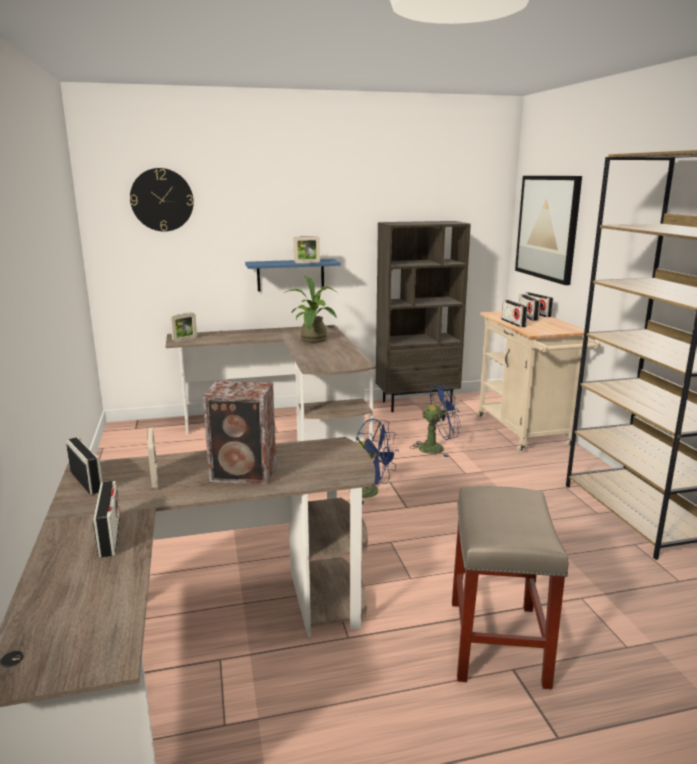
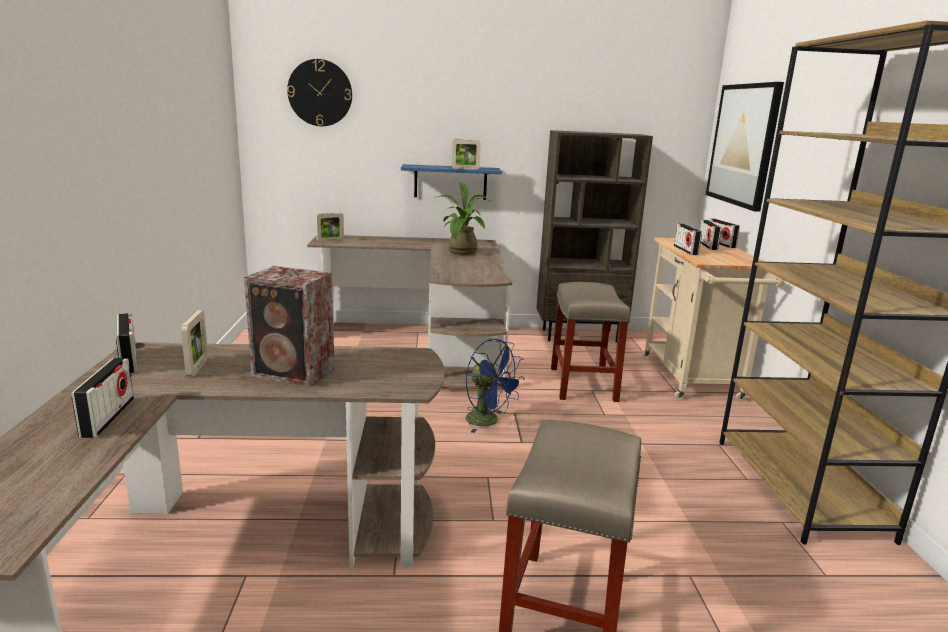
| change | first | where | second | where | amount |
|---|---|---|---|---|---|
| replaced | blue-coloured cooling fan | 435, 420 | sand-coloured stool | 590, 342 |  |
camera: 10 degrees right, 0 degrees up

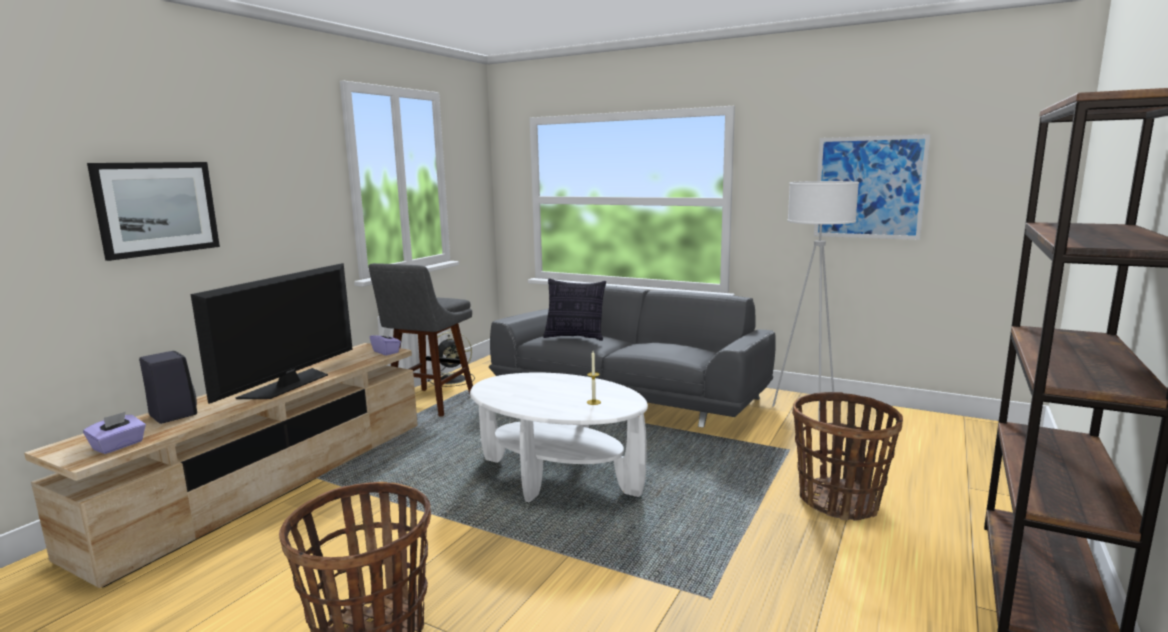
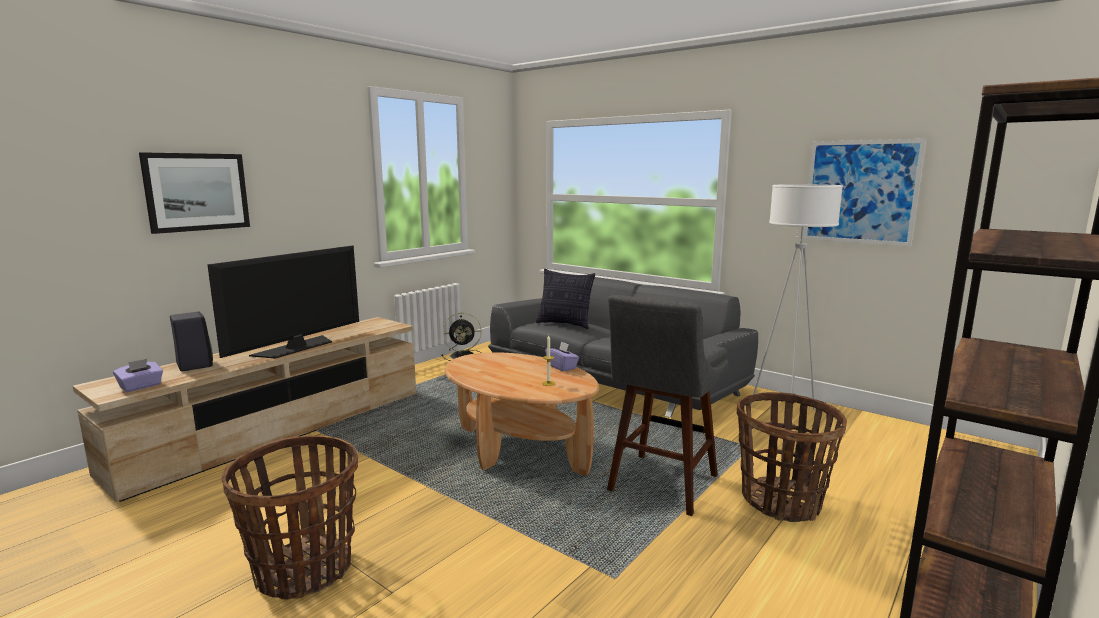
| change | first | where | second | where | amount |
|---|---|---|---|---|---|
| recoloured | white-coloured low table | 559, 438 | brown low table | 522, 414 |  |
| moved | purplish box of tissues | 385, 342 |  | 562, 356 |  |
| moved | gray stool | 420, 340 |  | 667, 405 |  |
camera: 10 degrees right, 0 degrees up

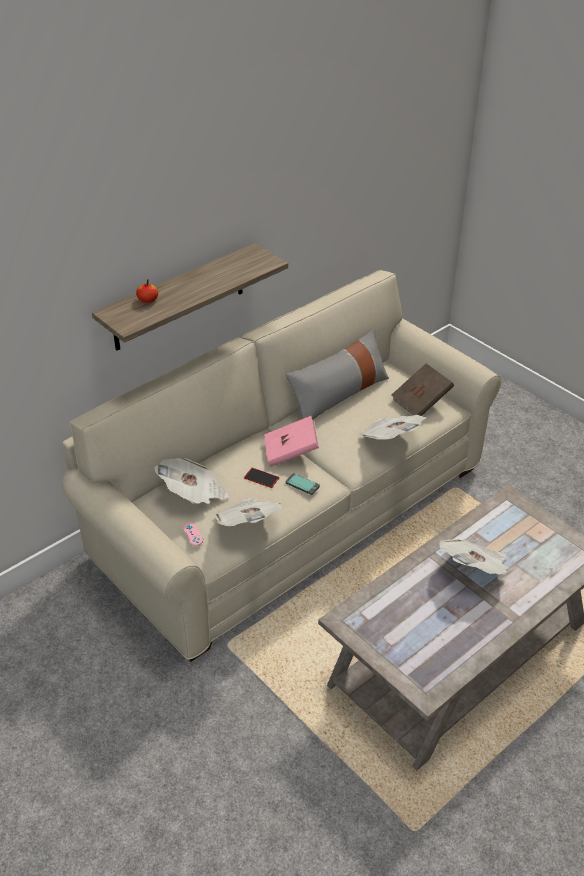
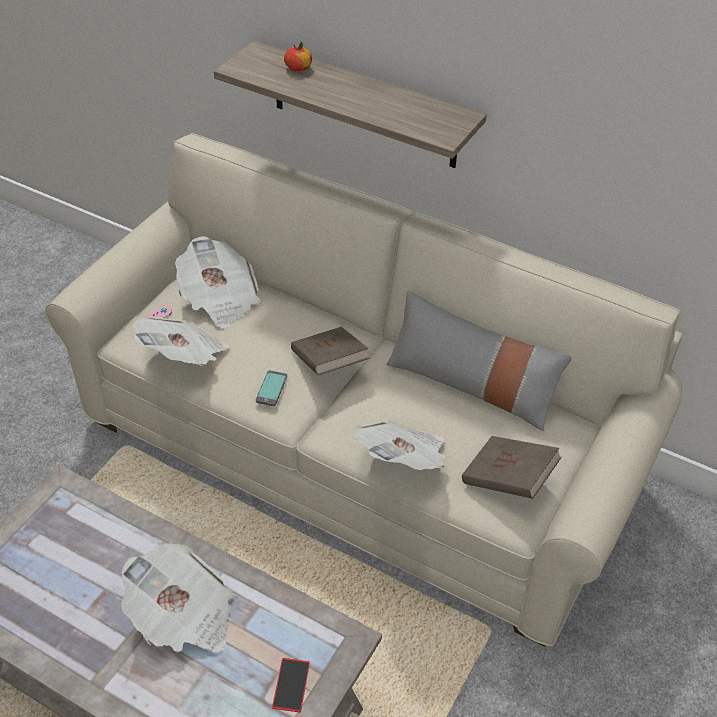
| change | first | where | second | where | amount |
|---|---|---|---|---|---|
| moved | telephone | 261, 478 |  | 291, 685 |  |
| recoloured | pink book | 291, 441 | brown book | 330, 351 |  |
camera: 70 degrees right, 5 degrees up

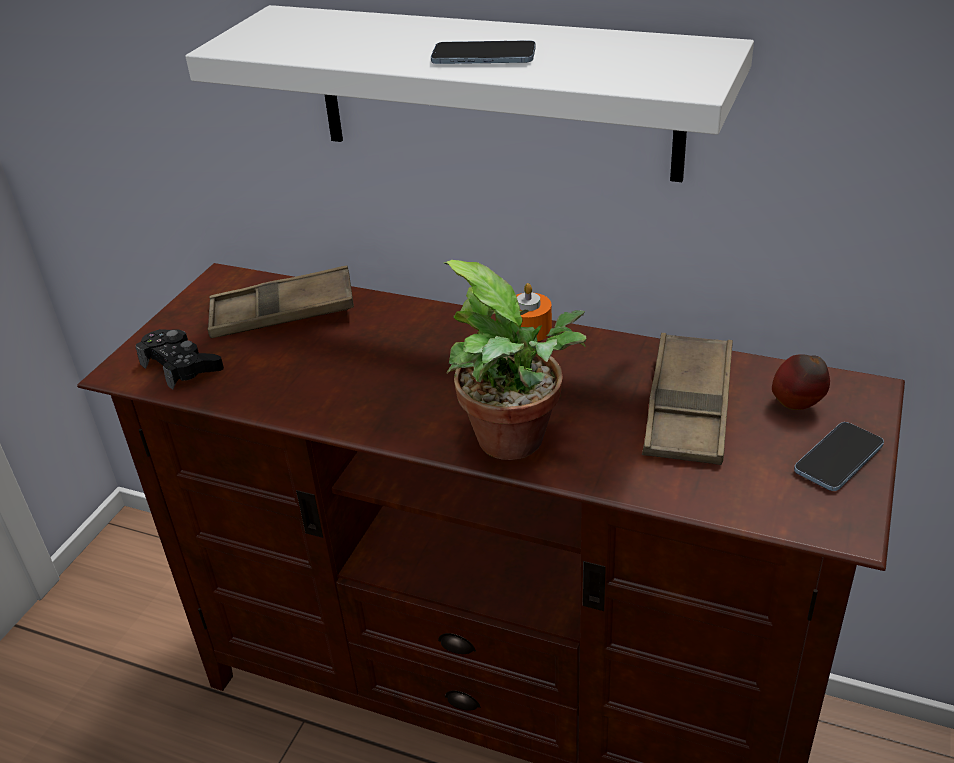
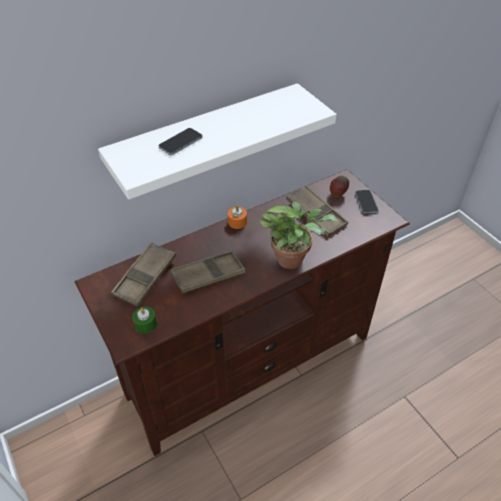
| change | first | where | second | where | amount |
|---|---|---|---|---|---|
| replaced | black-coloured game controller | 179, 359 | green-coloured candle | 144, 320 |  |
| moved | telephone | 483, 52 |  | 180, 141 |  |
| added |  |  | brown tray | 208, 272 |  |
camera: 55 degrees left, 10 degrees up

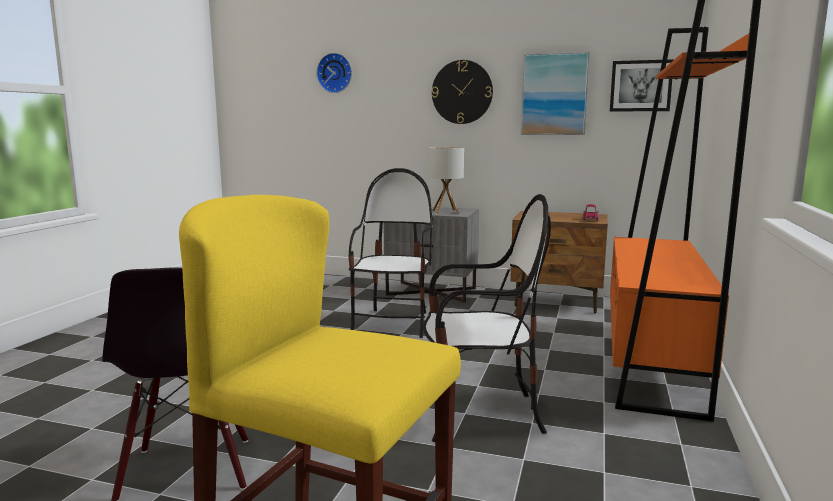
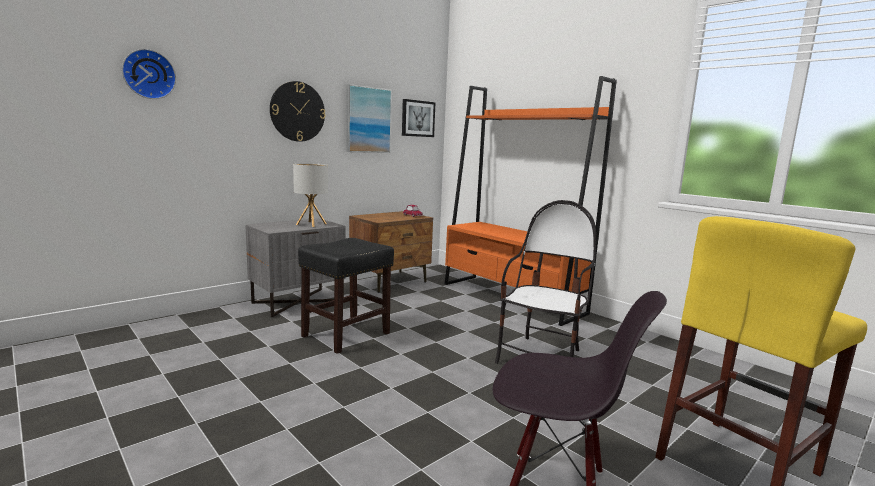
| change | first | where | second | where | amount |
|---|---|---|---|---|---|
| replaced | chair | 390, 253 | black-coloured stool | 346, 296 |  |
camera: 60 degrees left, 0 degrees up

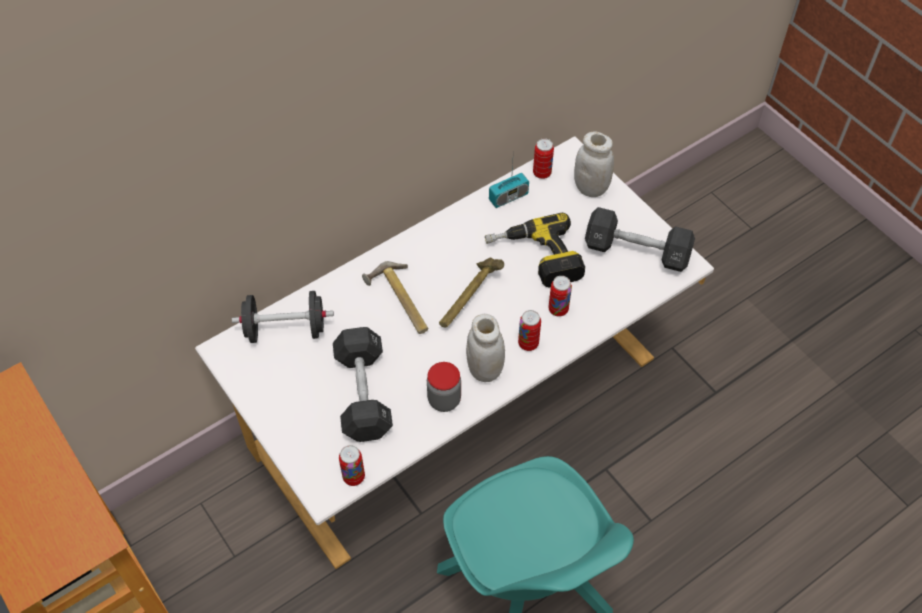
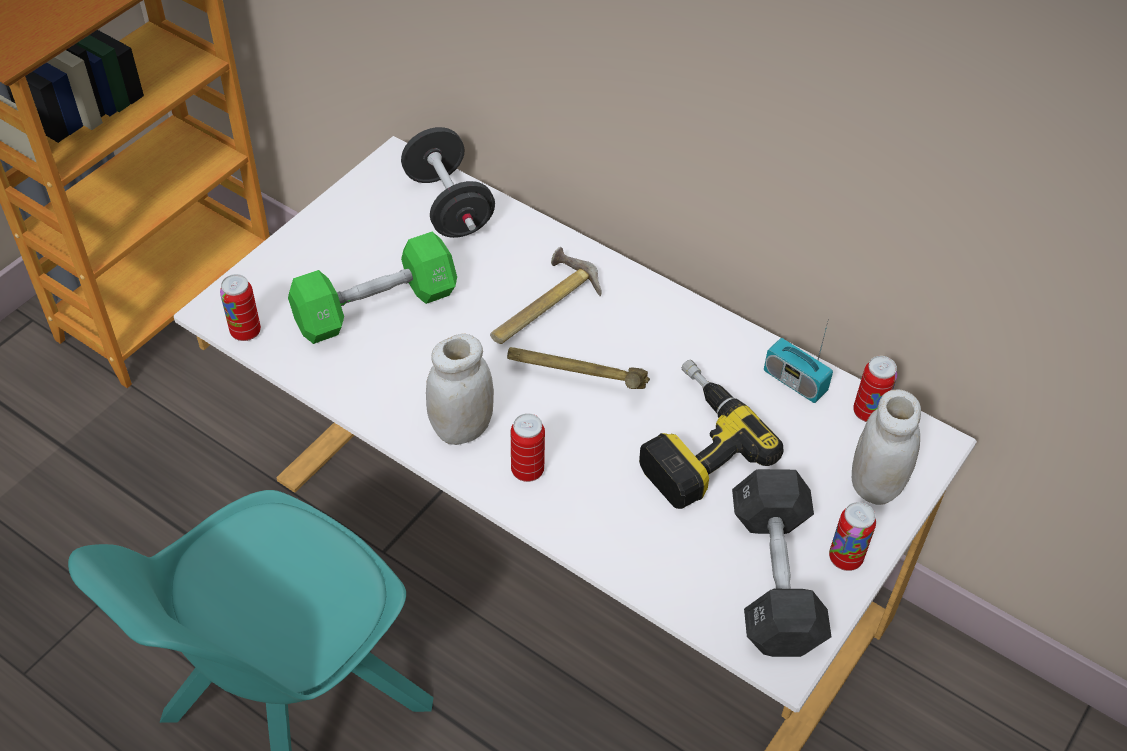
| change | first | where | second | where | amount |
|---|---|---|---|---|---|
| recoloured | black-coloured free weight | 363, 384 | green-coloured free weight | 372, 288 |  |
| moved | metal can | 560, 296 |  | 852, 536 |  |
| removed | preserve jar | 444, 387 |  |  |  |
camera: 70 degrees right, 5 degrees down

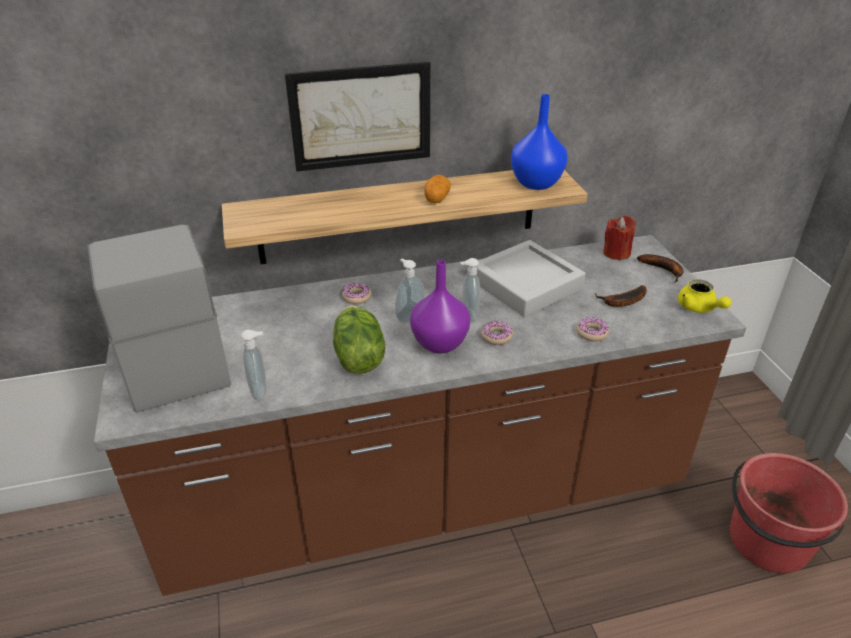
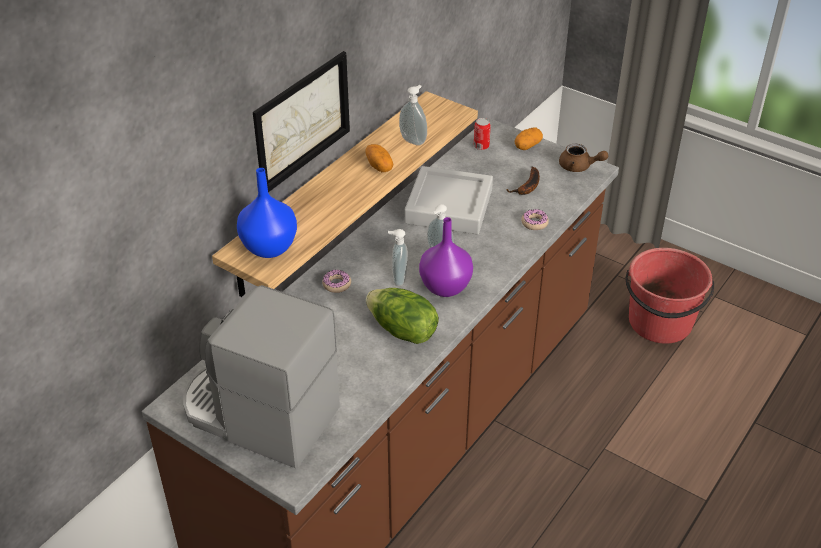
| change | first | where | second | where | amount |
|---|---|---|---|---|---|
| moved | blue-coloured decorative vase | 539, 142 |  | 267, 213 |  |
| moved | liquid soap bottle | 253, 365 |  | 413, 115 |  |
| replaced | reddish candle | 619, 238 | metal can | 482, 134 |  |
| replaced | banana | 660, 268 | spud | 529, 138 |  |
| recoloured | yellow tea pot | 705, 296 | brown tea pot | 583, 158 |  |
| removed | ring doughnut | 497, 333 |  |  |  |
camera: 40 degrees left, 5 degrees up

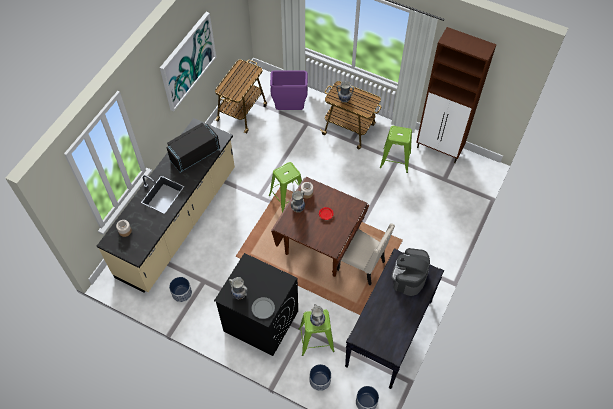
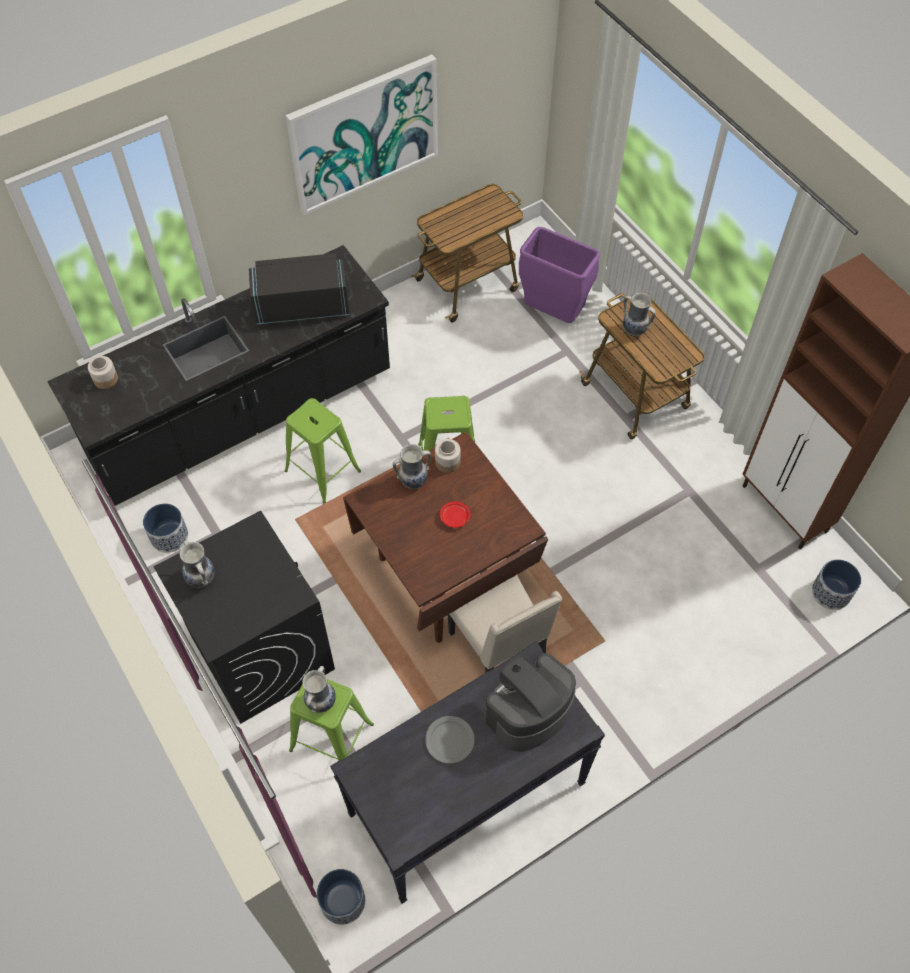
| change | first | where | second | where | amount |
|---|---|---|---|---|---|
| recoloured | sand-coloured kitchen base unit | 166, 205 | black-coloured kitchen base unit | 218, 375 |  |
| moved | green-coloured stool | 396, 149 |  | 322, 450 |  |
| moved | gray dinner plate | 263, 308 |  | 449, 740 |  |
| moved | planter | 320, 377 |  | 836, 584 |  |
camera: 30 degrees right, 0 degrees up

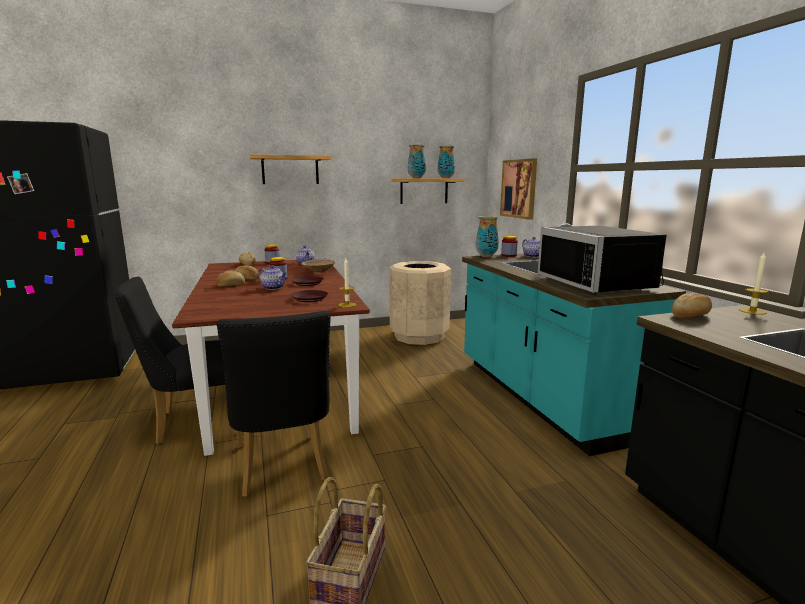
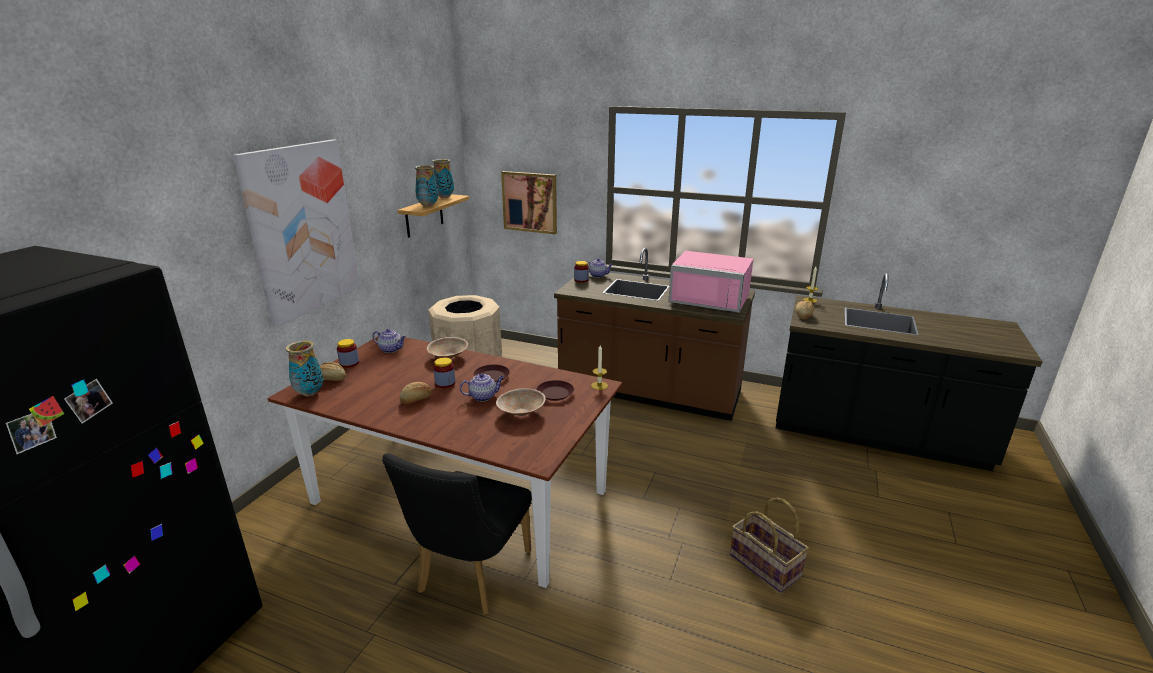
| change | first | where | second | where | amount |
|---|---|---|---|---|---|
| replaced | wall shelf | 291, 169 | picture | 296, 233 |  |
| moved | decorative vase | 487, 236 |  | 304, 368 |  |
| added |  |  | sand-coloured bowl | 521, 402 |  |
| recoloured | turquoise-coloured kitchen base unit | 574, 340 | brown kitchen base unit | 654, 334 |  |
| recoloured | black-coloured microwave | 602, 259 | pink microwave | 710, 282 |  |
| removed | bakery bread | 230, 278 |  |  |  |
| removed | black-coloured chair | 274, 404 |  |  |  |
camera: 50 degrees left, 10 degrees up

